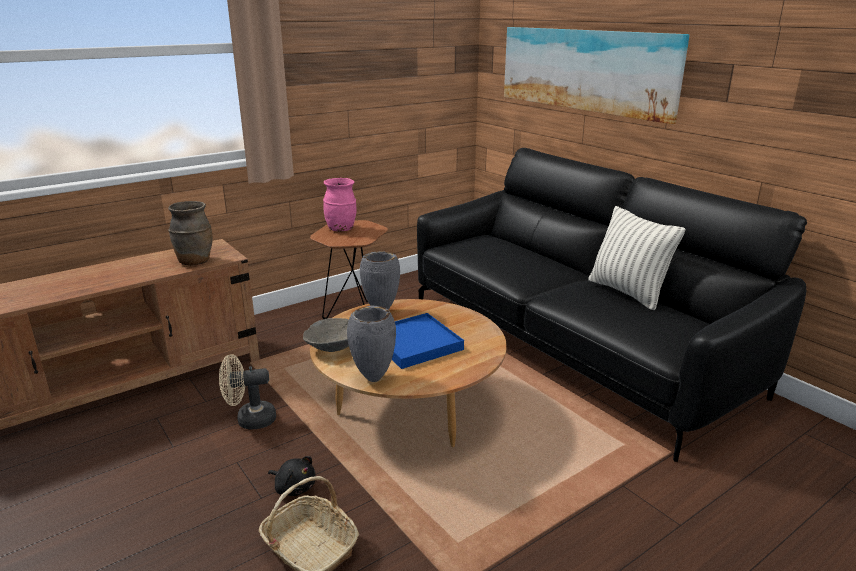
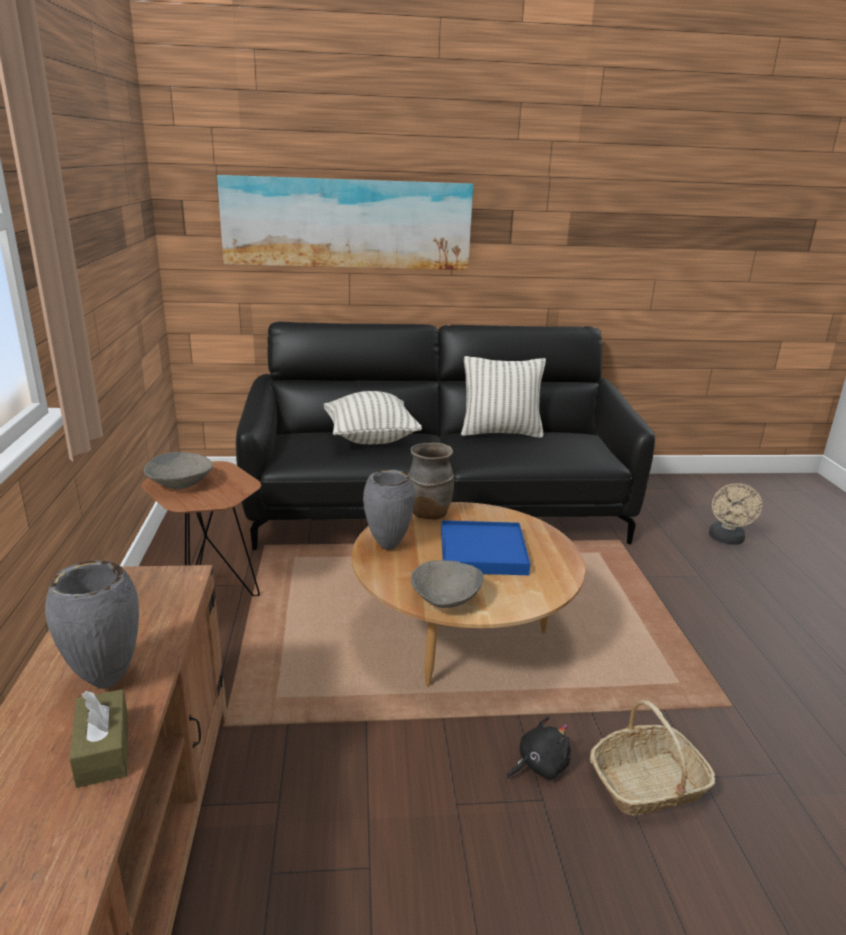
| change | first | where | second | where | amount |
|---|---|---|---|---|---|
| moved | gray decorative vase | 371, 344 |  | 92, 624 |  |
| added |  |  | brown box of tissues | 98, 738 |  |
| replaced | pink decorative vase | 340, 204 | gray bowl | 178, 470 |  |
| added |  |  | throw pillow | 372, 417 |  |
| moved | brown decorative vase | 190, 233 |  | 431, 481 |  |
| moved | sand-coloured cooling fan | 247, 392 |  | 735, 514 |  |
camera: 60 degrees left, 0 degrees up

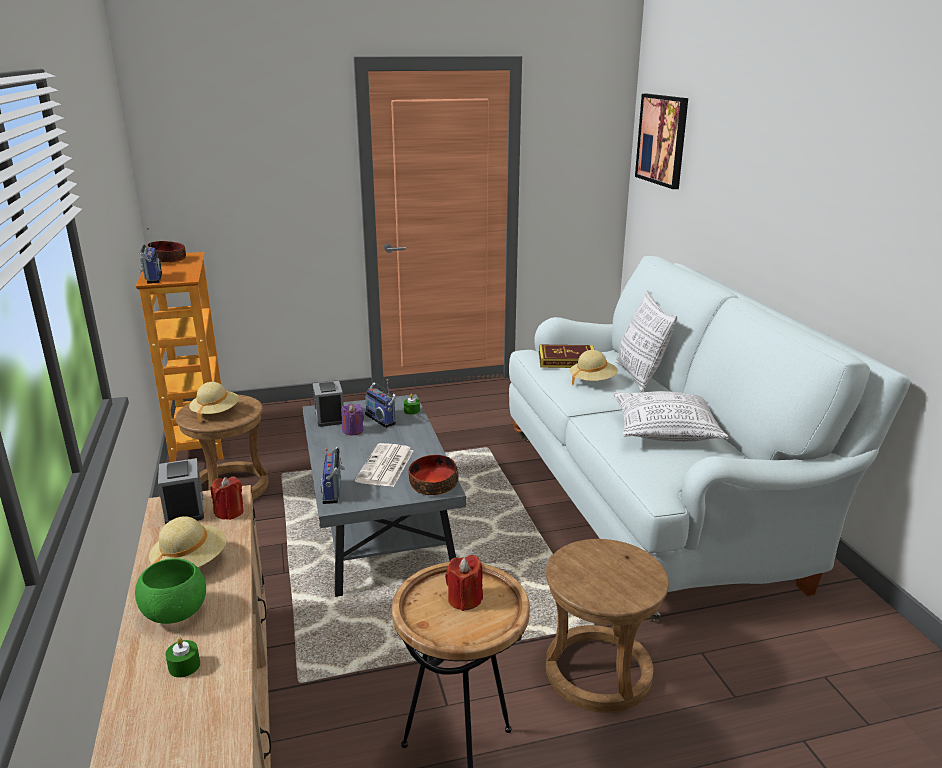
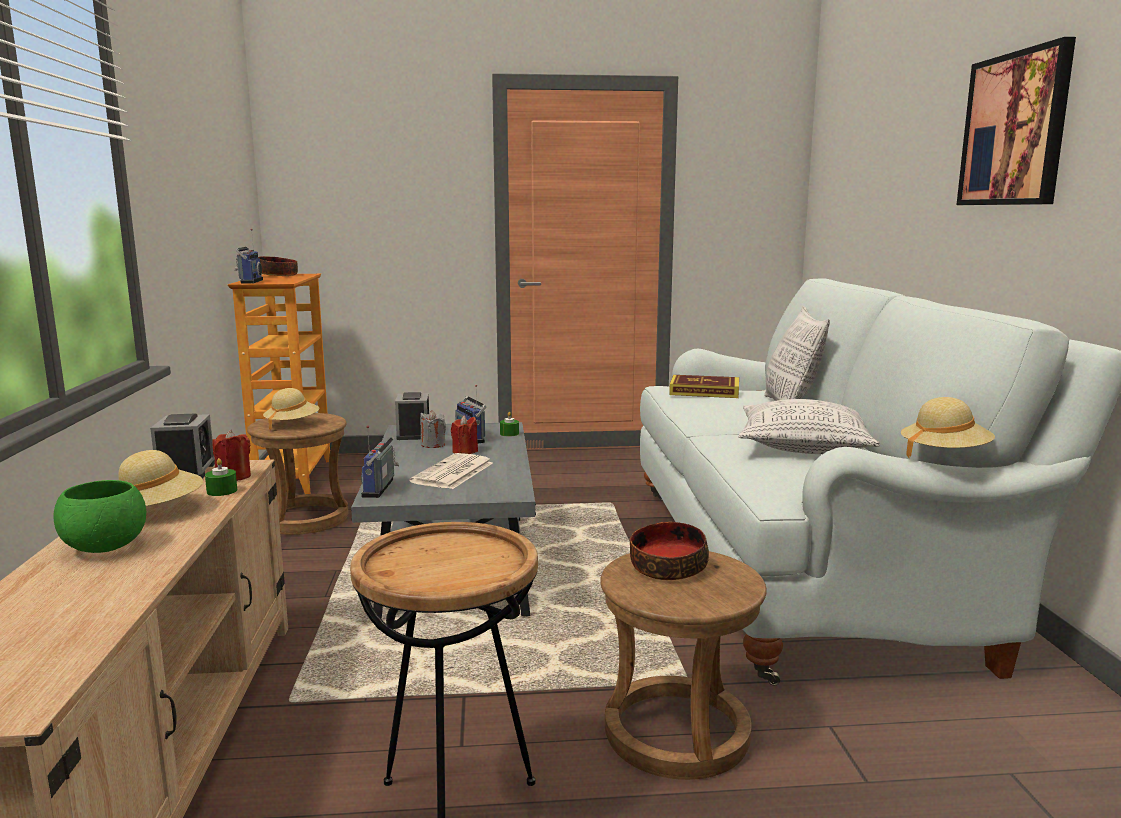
| change | first | where | second | where | amount |
|---|---|---|---|---|---|
| moved | green-coloured candle | 182, 657 |  | 221, 477 |  |
| recoloured | purplish candle | 352, 419 | gray candle | 433, 429 |  |
| moved | reddish candle | 464, 583 |  | 464, 434 |  |
| moved | bowl | 433, 475 |  | 669, 551 |  |
| moved | sand-coloured clothing hat | 594, 367 |  | 948, 427 |  |
| moved | picture | 661, 141 |  | 1016, 121 |  |
camera: 10 degrees right, 10 degrees down

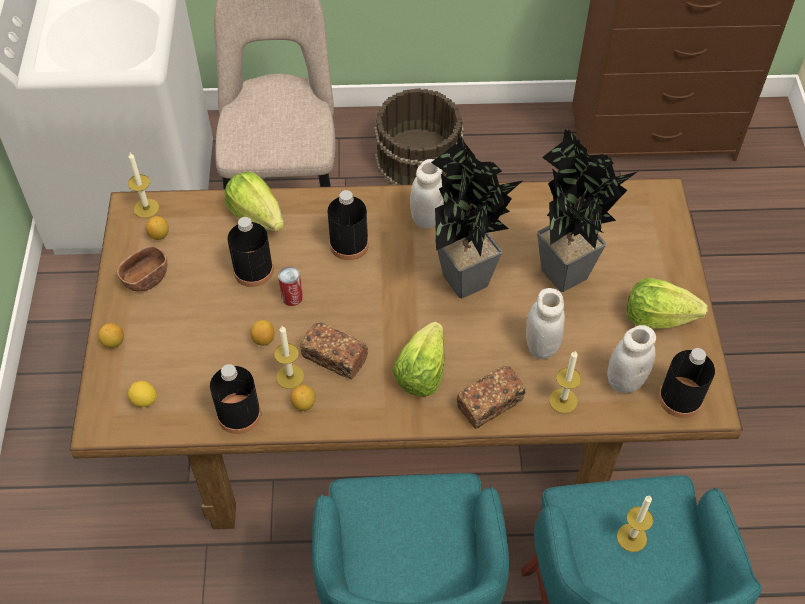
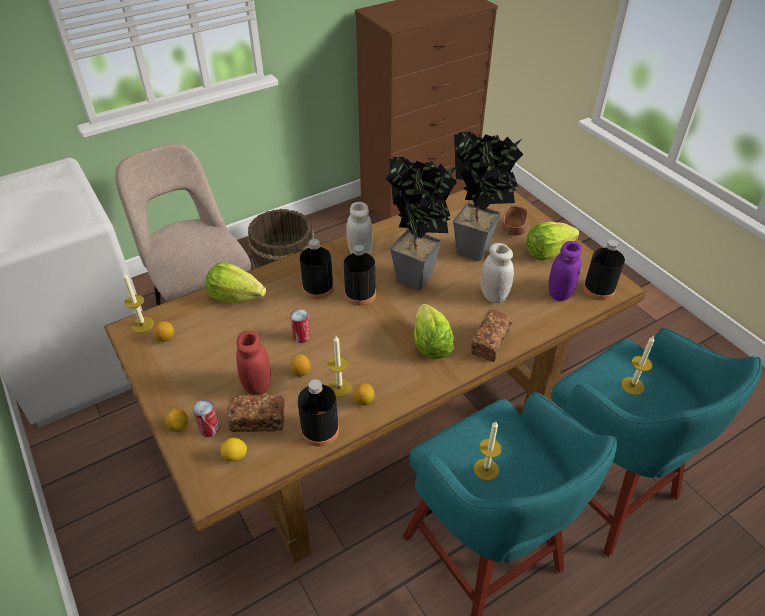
| change | first | where | second | where | amount |
|---|---|---|---|---|---|
| added |  |  | metal can | 206, 418 |  |
| moved | bakery bread | 334, 350 |  | 256, 413 |  |
| added |  |  | reddish preserve jar | 253, 363 |  |
| moved | black-coloured bottle | 250, 252 |  | 359, 274 |  |
| moved | candle | 565, 381 |  | 488, 451 |  |
| moved | brown bowl | 142, 269 |  | 514, 221 |  |
| recoloured | white-coloured preserve jar | 632, 359 | purplish preserve jar | 565, 271 |  |
camera: 30 degrees left, 10 degrees down

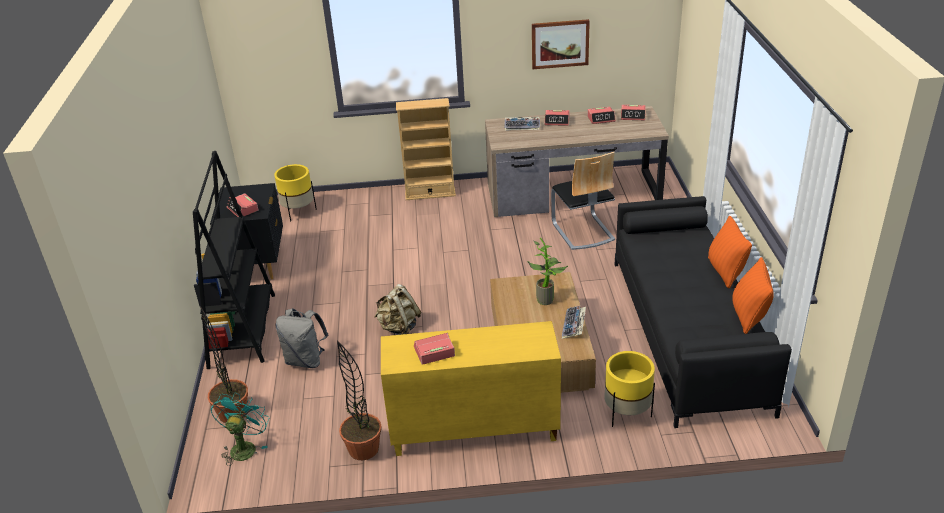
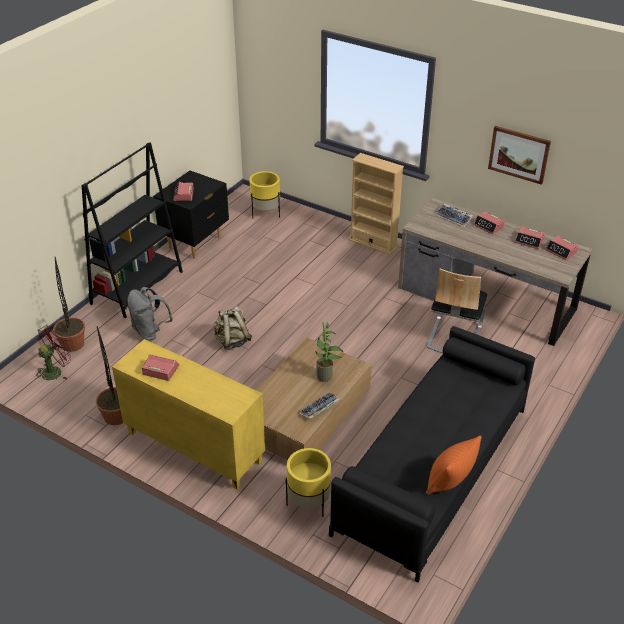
| change | first | where | second | where | amount |
|---|---|---|---|---|---|
| recoloured | turquoise-coloured cooling fan | 240, 429 | reddish cooling fan | 52, 353 |  |
| removed | orange-coloured throw pillow | 730, 252 |  |  |  |
camera: 35 degrees right, 5 degrees up

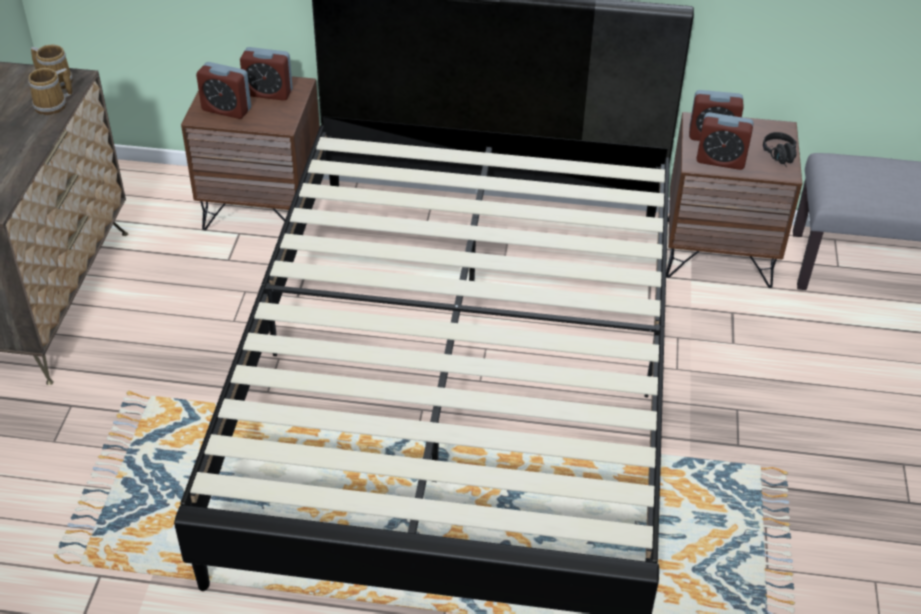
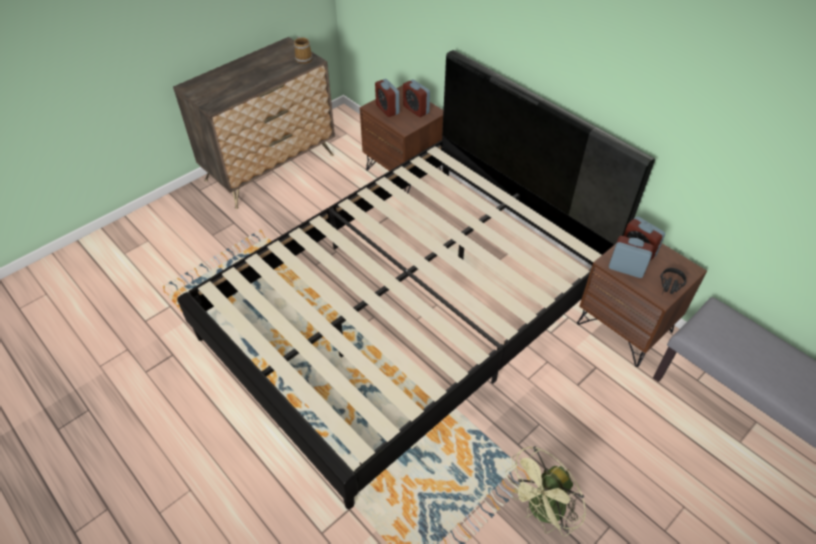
| change | first | where | second | where | amount |
|---|---|---|---|---|---|
| added |  |  | green-coloured cooling fan | 546, 491 |  |
| turned | bedside clock | 725, 141 |  | 631, 257 | 150 degrees clockwise |
| removed | mug | 50, 91 |  |  |  |
camera: 40 degrees right, 5 degrees up

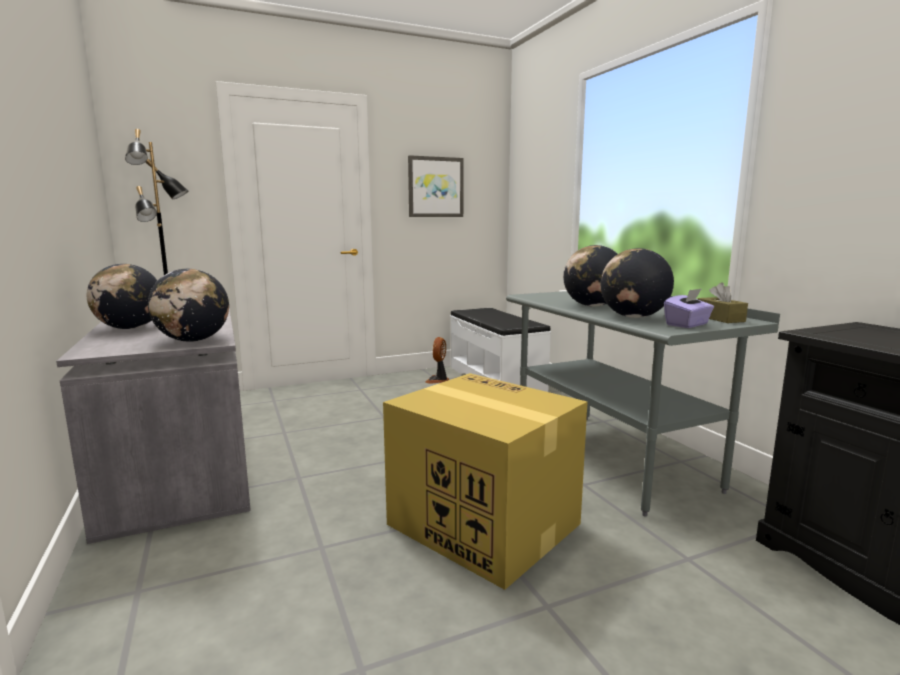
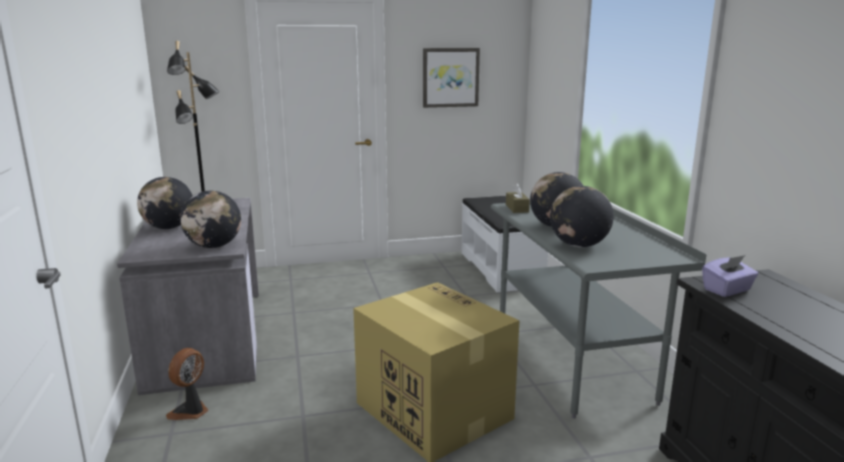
| change | first | where | second | where | amount |
|---|---|---|---|---|---|
| moved | cooling fan | 437, 360 |  | 187, 384 |  |
| moved | brown box of tissues | 723, 302 |  | 518, 198 |  |
| moved | purplish box of tissues | 689, 308 |  | 730, 276 |  |
camera: 10 degrees right, 5 degrees up

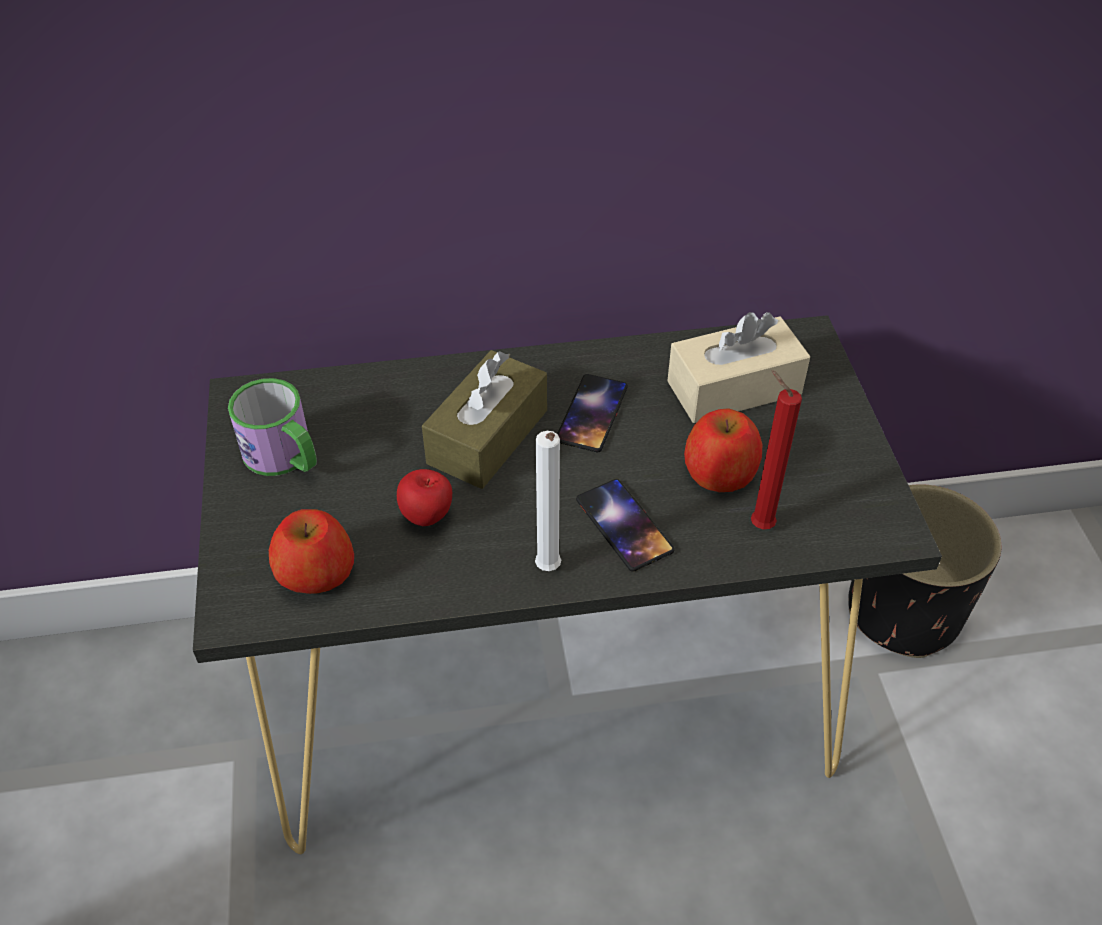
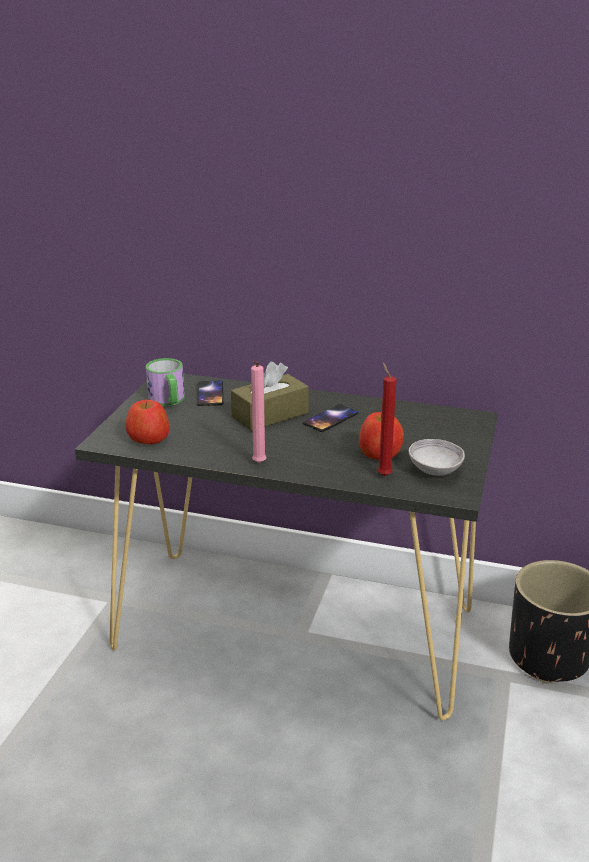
| change | first | where | second | where | amount |
|---|---|---|---|---|---|
| moved | telephone | 625, 525 |  | 210, 393 |  |
| recoloured | white-coloured candle | 548, 501 | pink candle | 258, 412 |  |
| added |  |  | gray bowl | 437, 457 |  |
| removed | whole apple | 424, 497 |  |  |  |
| removed | sand-coloured box of tissues | 738, 367 |  |  |  |
camera: 25 degrees right, 20 degrees down

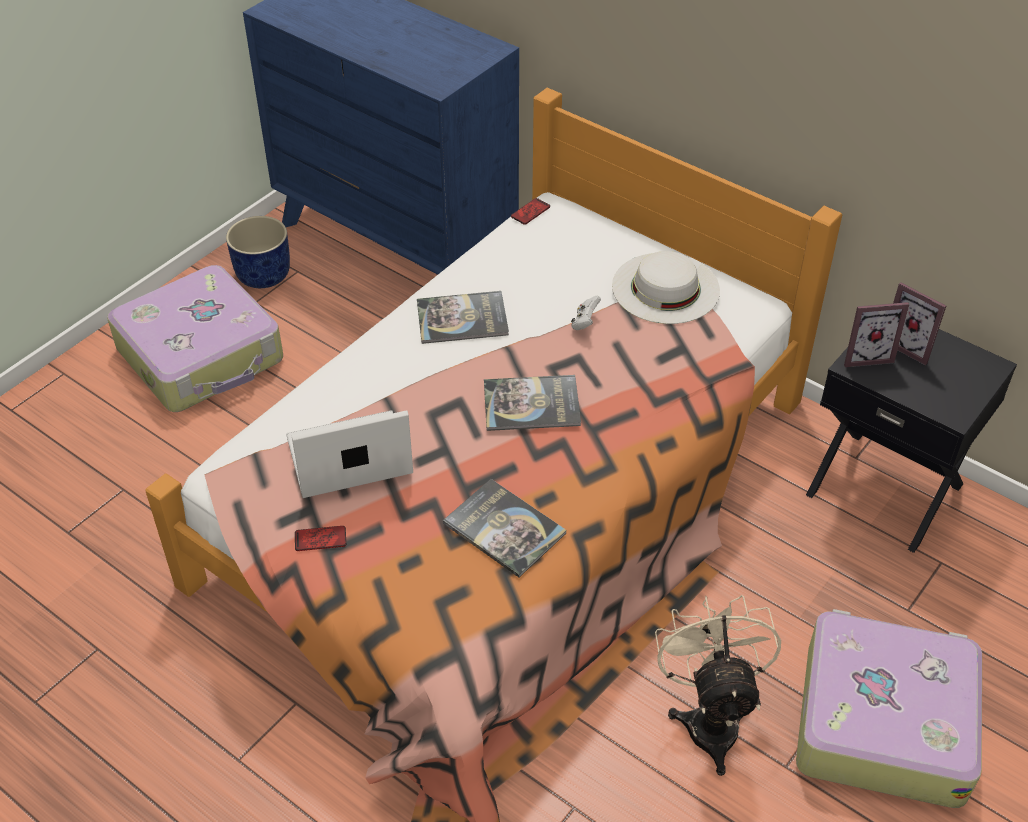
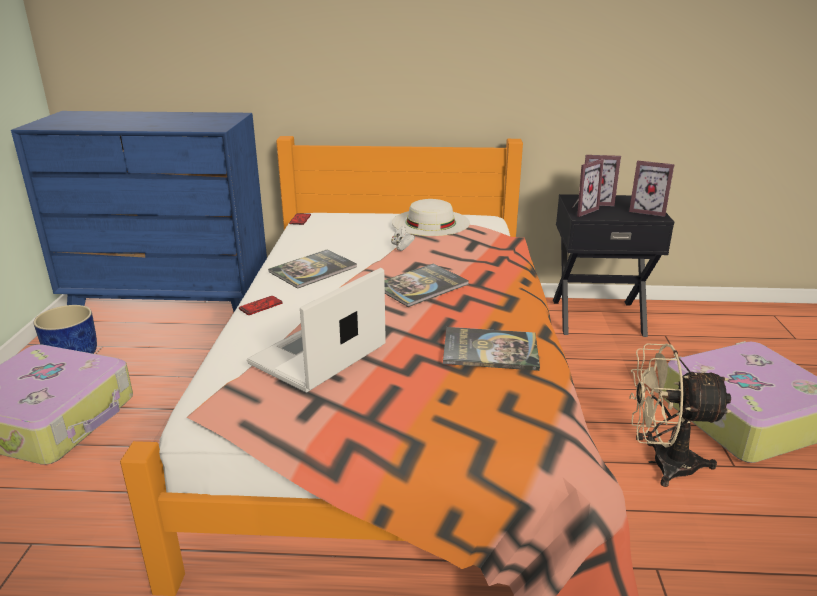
| change | first | where | second | where | amount |
|---|---|---|---|---|---|
| moved | telephone | 320, 538 |  | 261, 305 |  |
| added |  |  | standing frame | 652, 188 |  |
| turned | sand-coloured cooling fan | 718, 685 |  | 680, 415 | 45 degrees counterclockwise |
camera: 35 degrees left, 20 degrees down

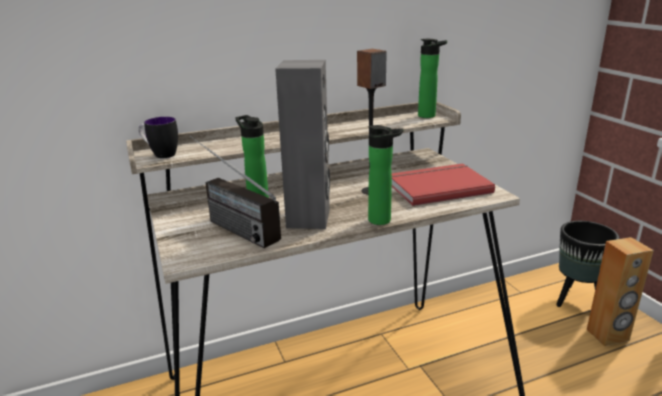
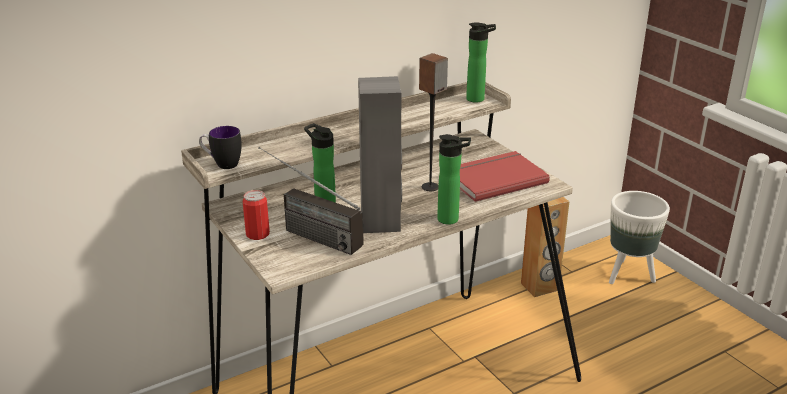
| change | first | where | second | where | amount |
|---|---|---|---|---|---|
| added |  |  | metal can | 256, 215 |  |
| moved | brown loudspeaker | 620, 291 |  | 545, 247 |  |
| recoloured | black-coloured planter | 588, 264 | white-coloured planter | 639, 237 |  |
camera: 10 degrees left, 5 degrees up

